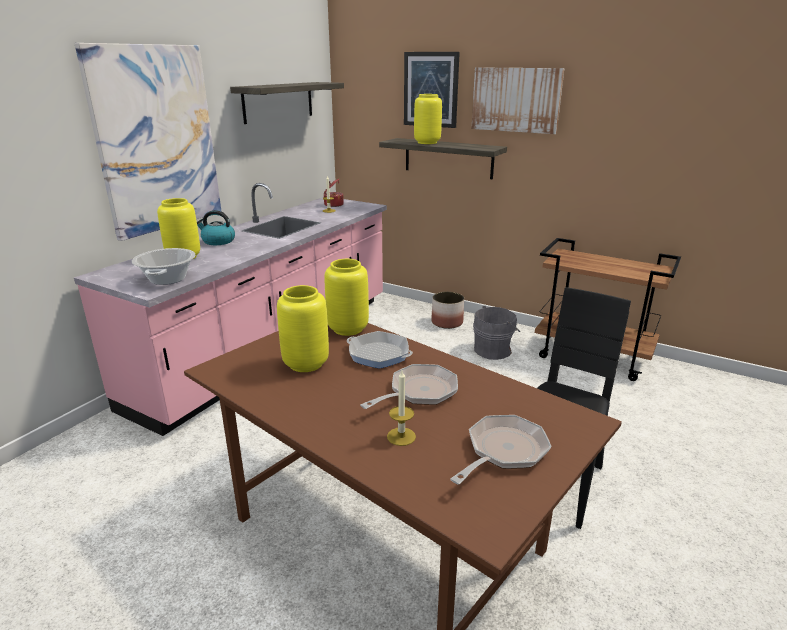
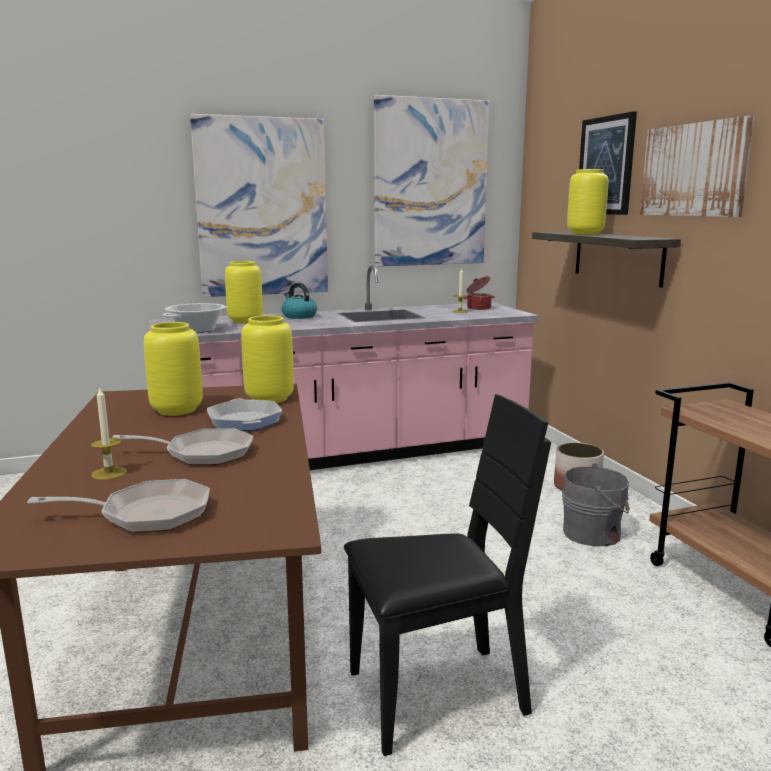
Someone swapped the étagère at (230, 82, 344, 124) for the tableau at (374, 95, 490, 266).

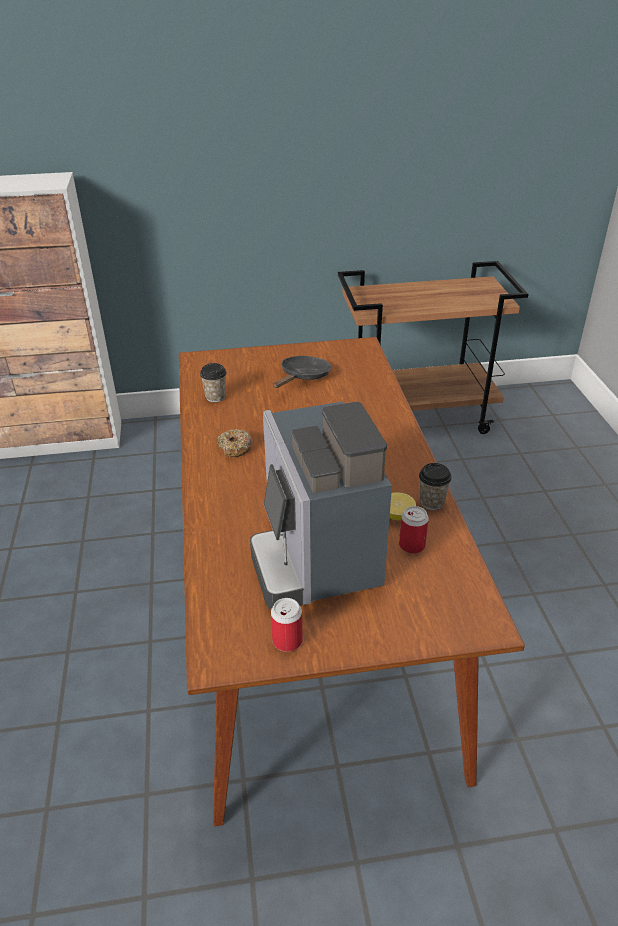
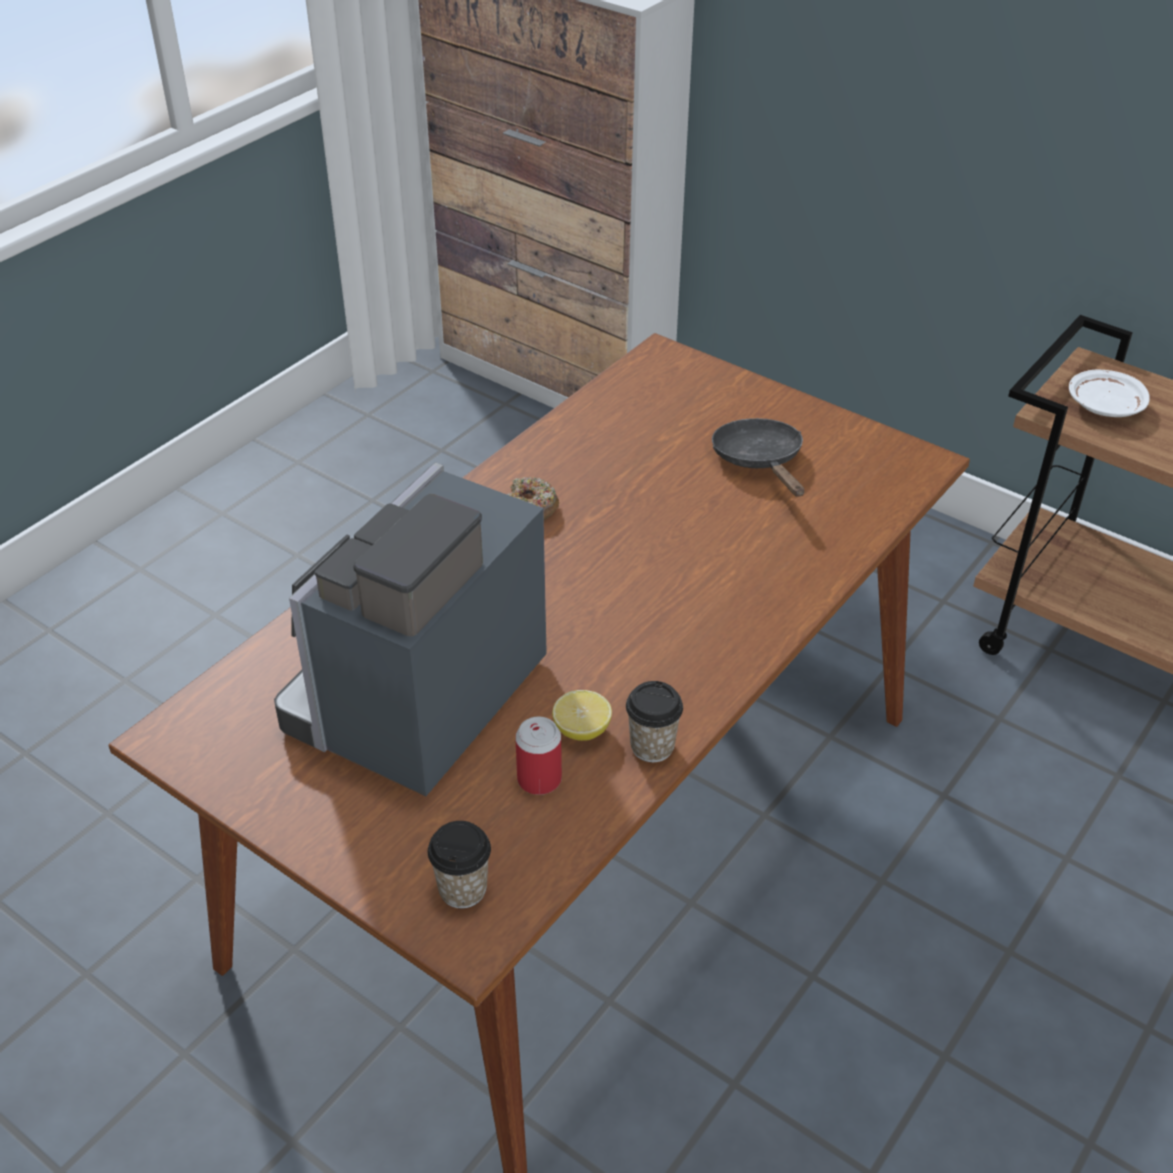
Someone carried the tasse from (200, 363, 227, 402) to (428, 821, 491, 909). Someone took away the boîte métallique at (271, 598, 303, 652). Someone rotated the poêle/noir at (273, 356, 331, 388) by 90 degrees counterclockwise. Someone put down the assiette/blanc at (1069, 369, 1150, 417).

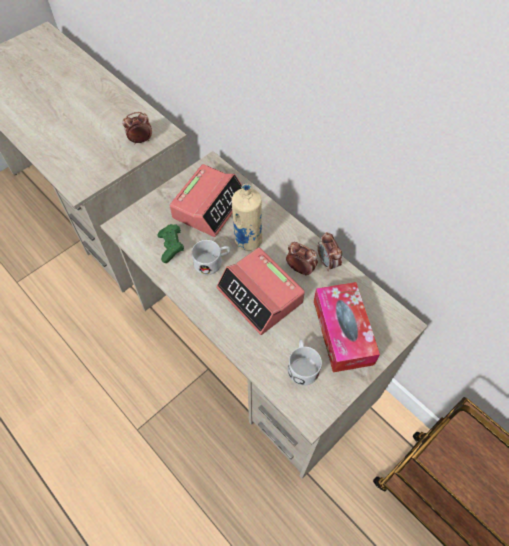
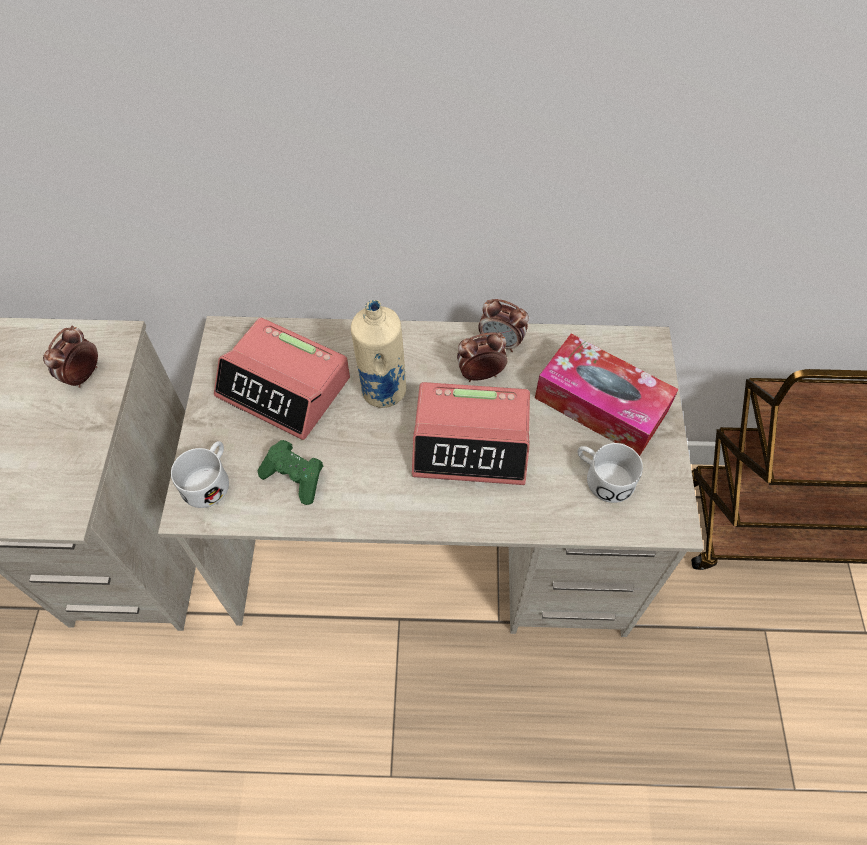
Someone rotated the réveil at (170, 164, 242, 237) by 135 degrees clockwise. Someone carried the mug/blanc from (192, 240, 230, 275) to (171, 441, 229, 508).

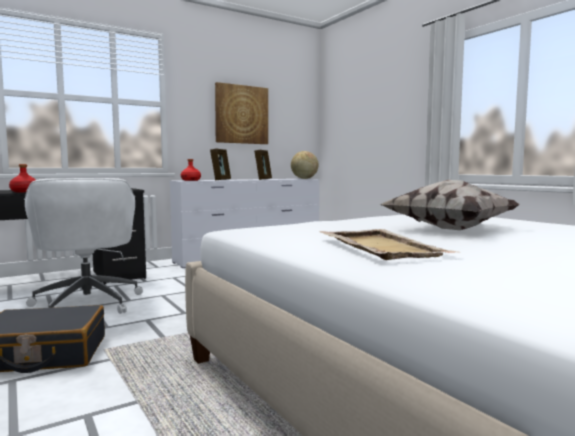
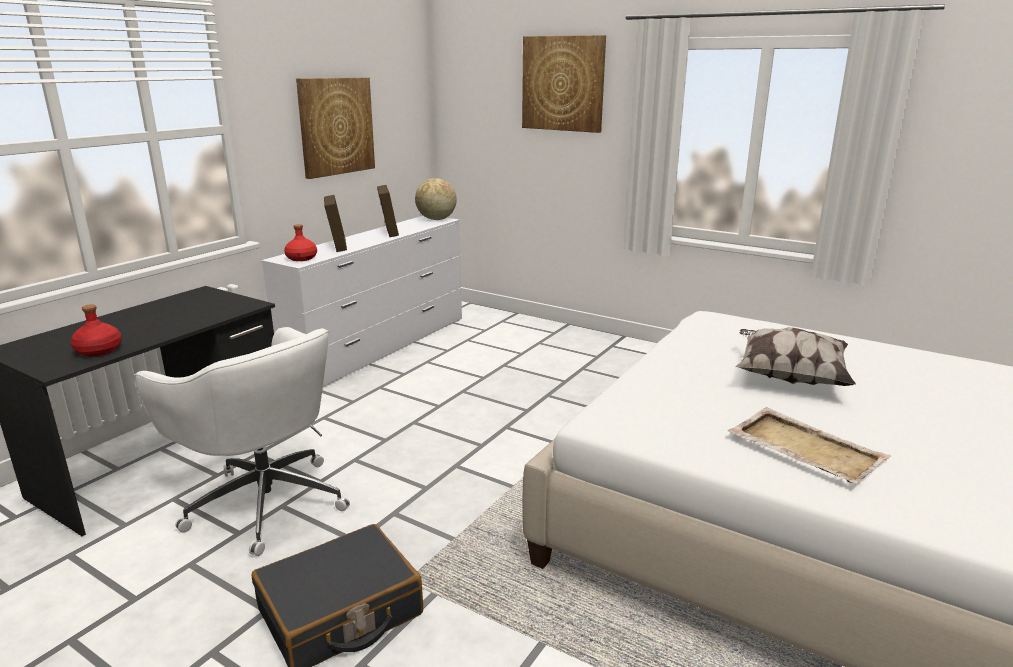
Someone put up the tableau at (522, 35, 606, 133).

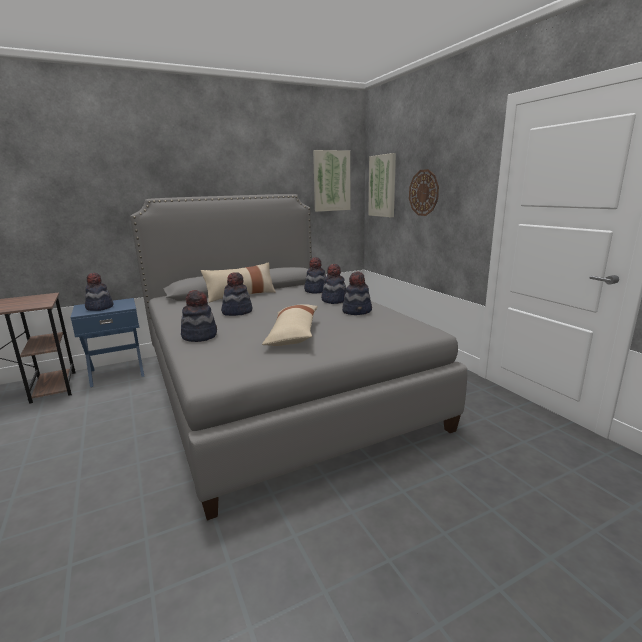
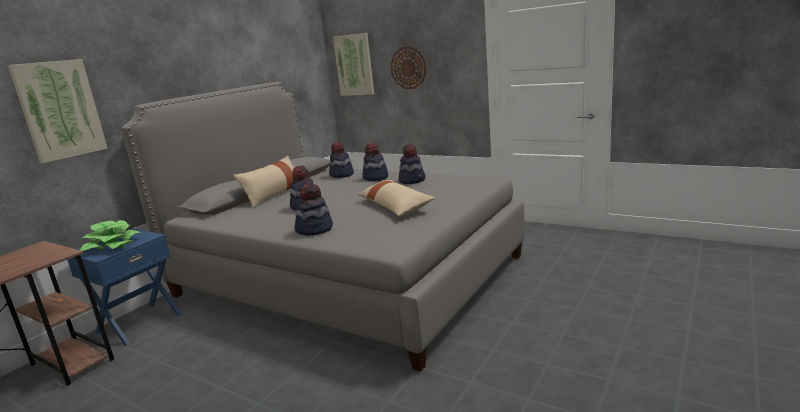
Someone swapped the chapeau at (85, 273, 114, 311) for the plante en pot at (80, 220, 141, 251). Someone carried the tableau from (313, 150, 350, 212) to (8, 59, 108, 163).

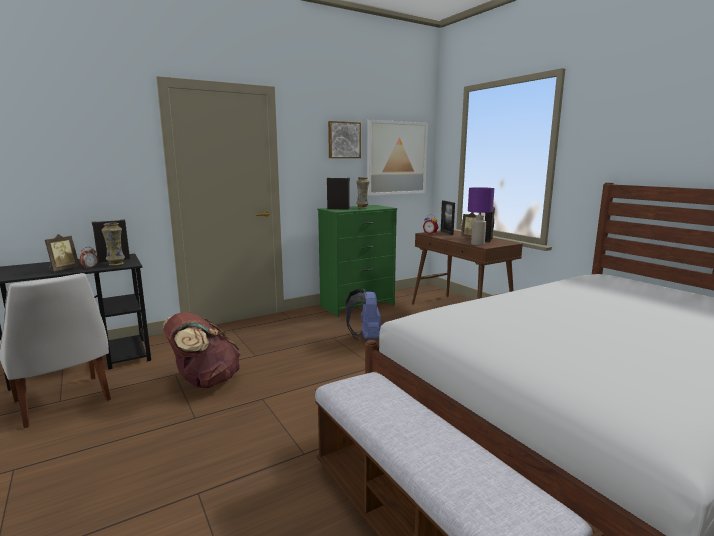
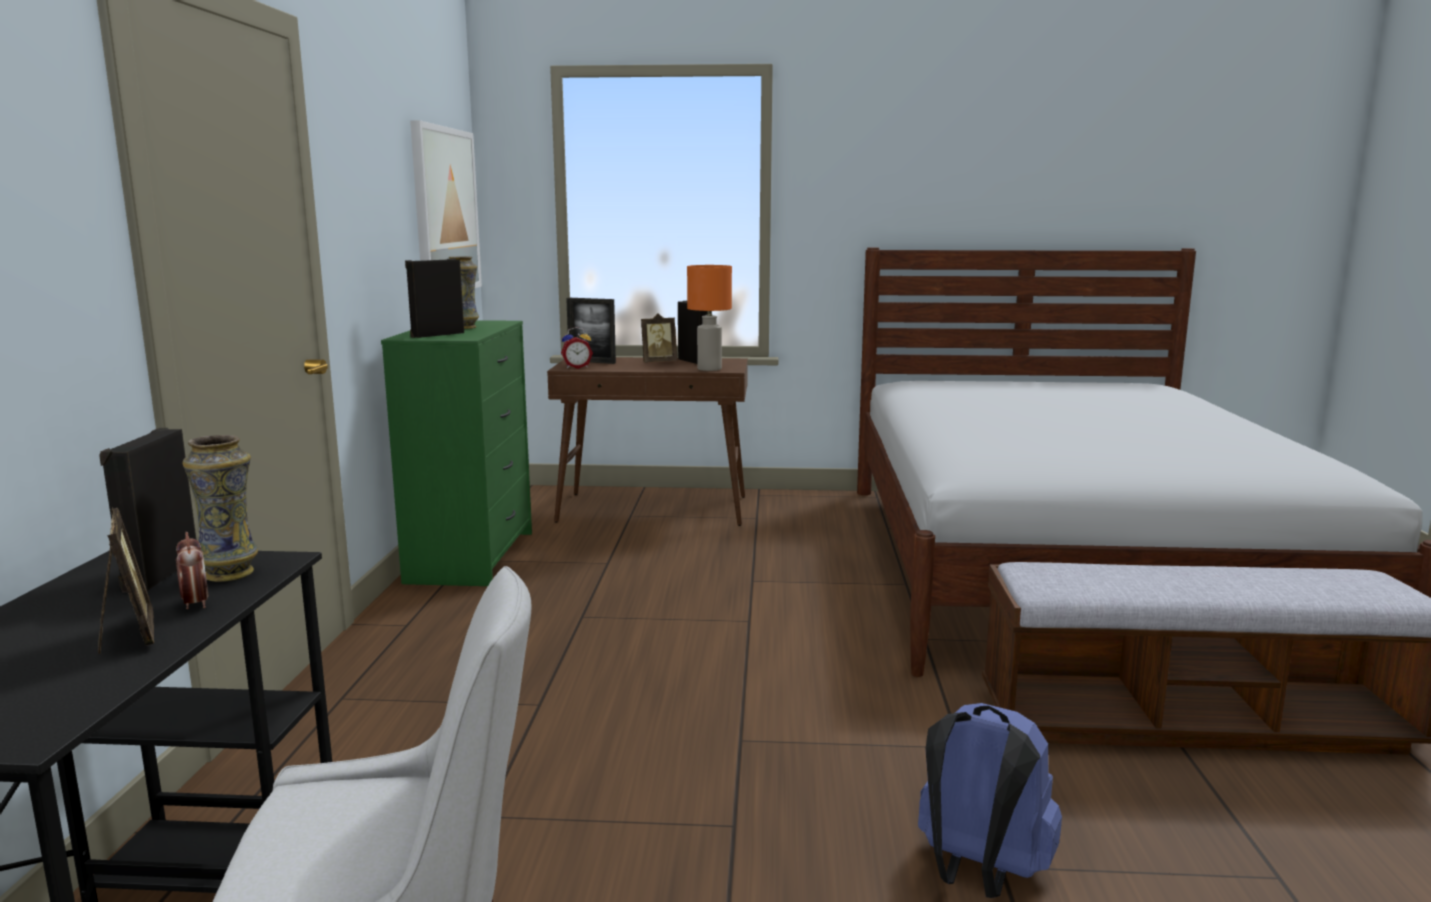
Someone took away the sac à dos/marron at (163, 312, 241, 388). Someone took away the tableau at (328, 121, 361, 158). Someone carried the sac à dos/bleu from (346, 289, 381, 341) to (918, 703, 1062, 898). Someone repainted the lampe de table/violet at (468, 187, 494, 245), which became the lampe de table/orange at (687, 265, 732, 371).

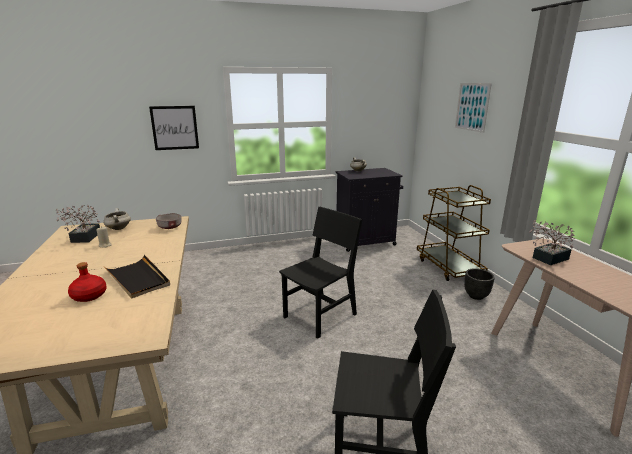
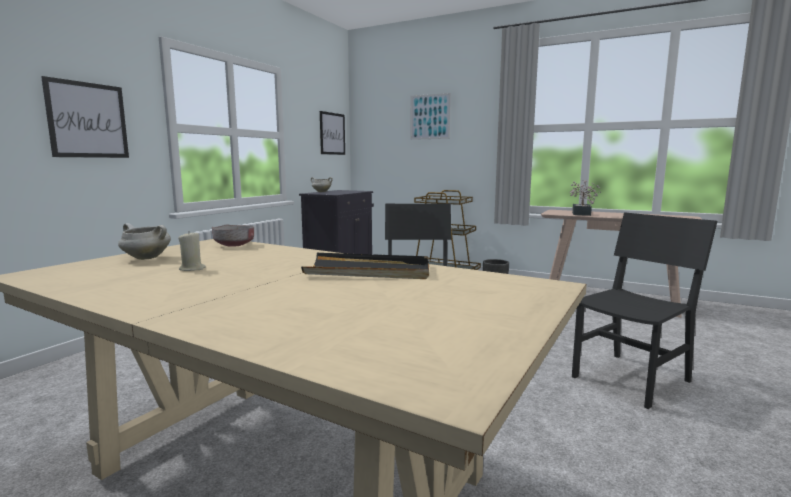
Someone took away the plante en pot at (56, 205, 100, 243). Someone took away the bouteille/rouge at (68, 262, 107, 302). Someone put up the tableau at (320, 111, 345, 155).

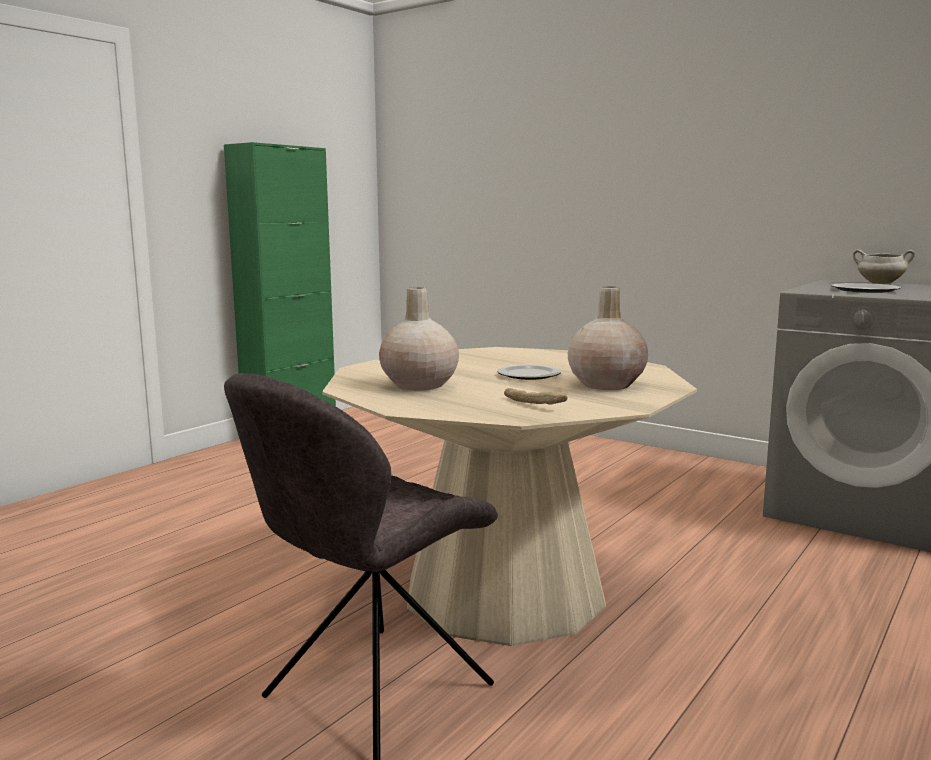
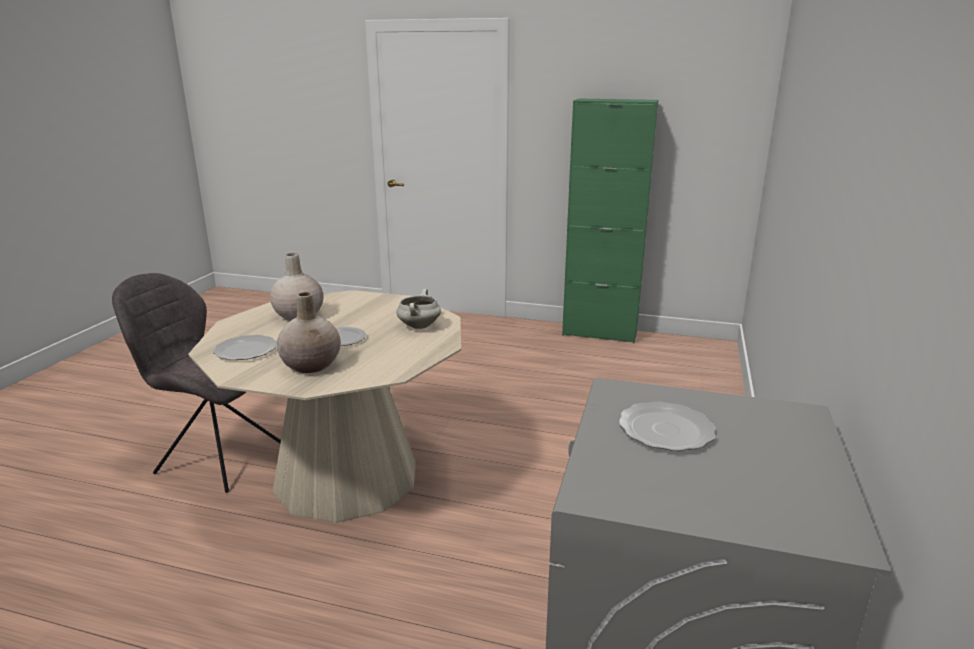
Someone swapped the pain at (504, 388, 567, 405) for the assiette at (213, 335, 277, 360). Someone carried the marmite/blanc from (853, 250, 915, 284) to (396, 289, 441, 329).

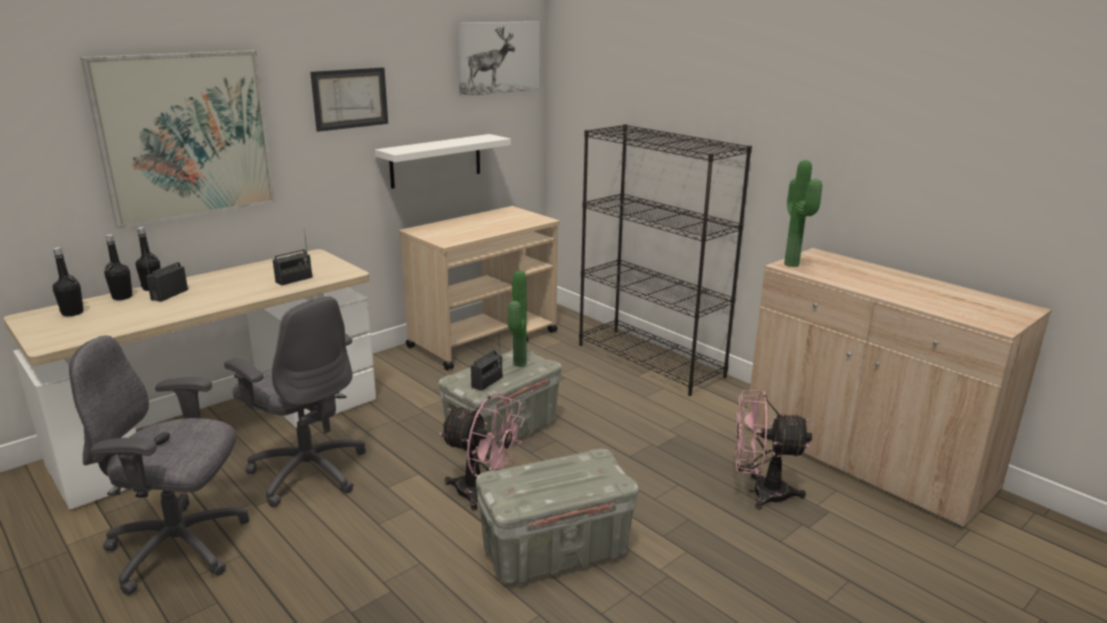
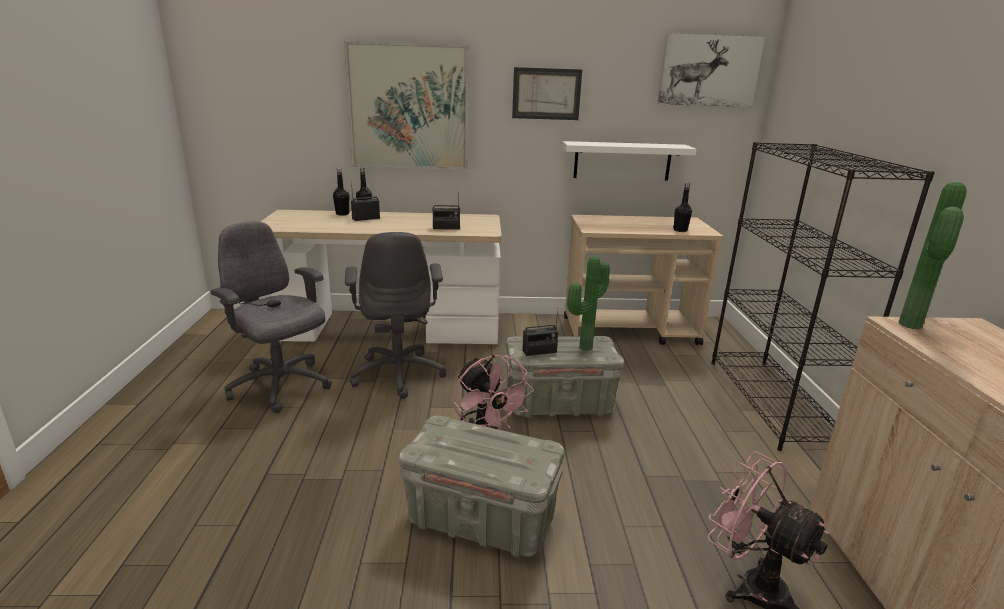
Someone carried the bouteille/noir from (53, 247, 84, 316) to (673, 183, 692, 232).

